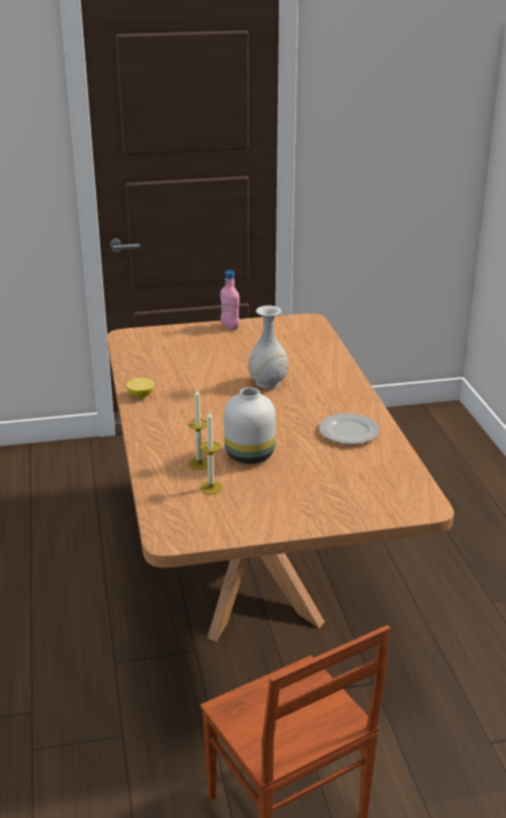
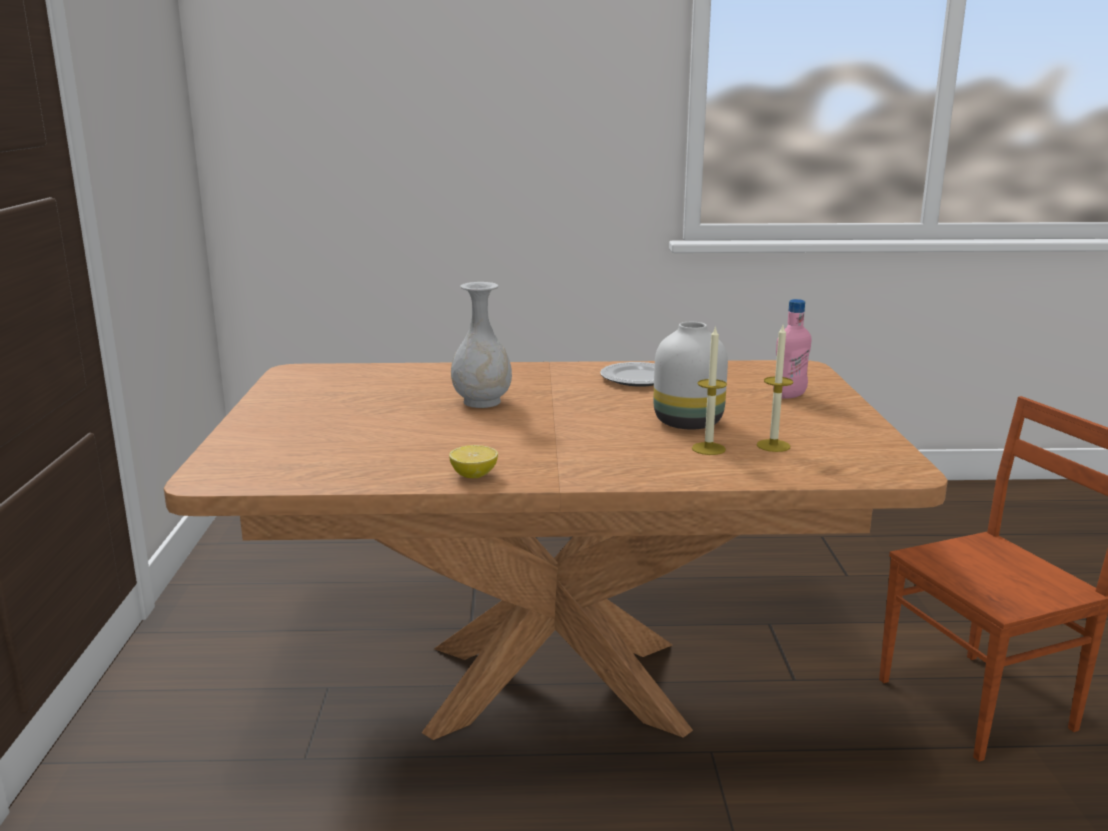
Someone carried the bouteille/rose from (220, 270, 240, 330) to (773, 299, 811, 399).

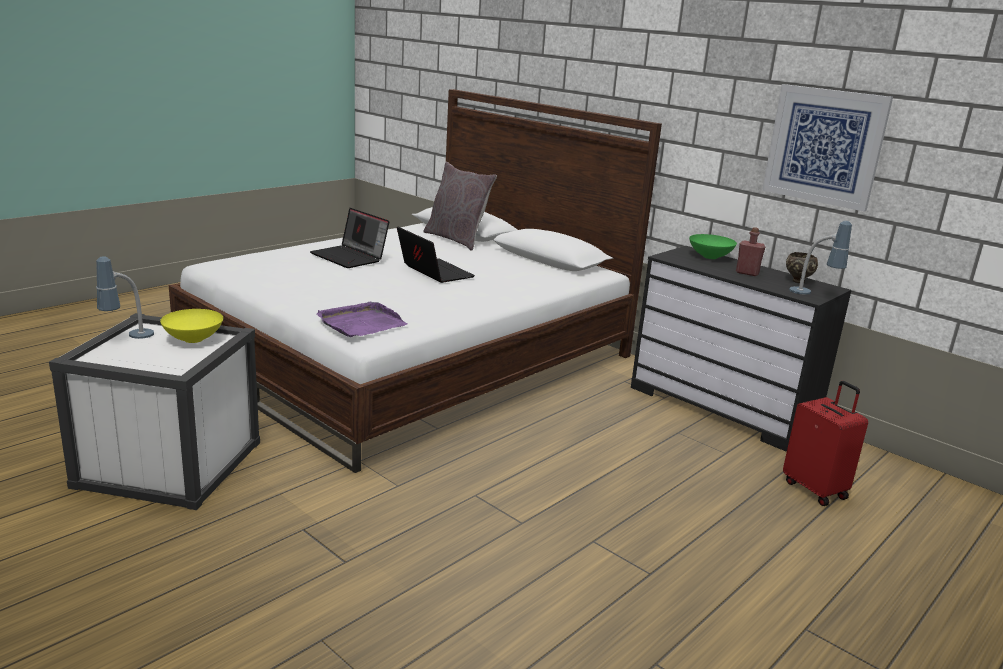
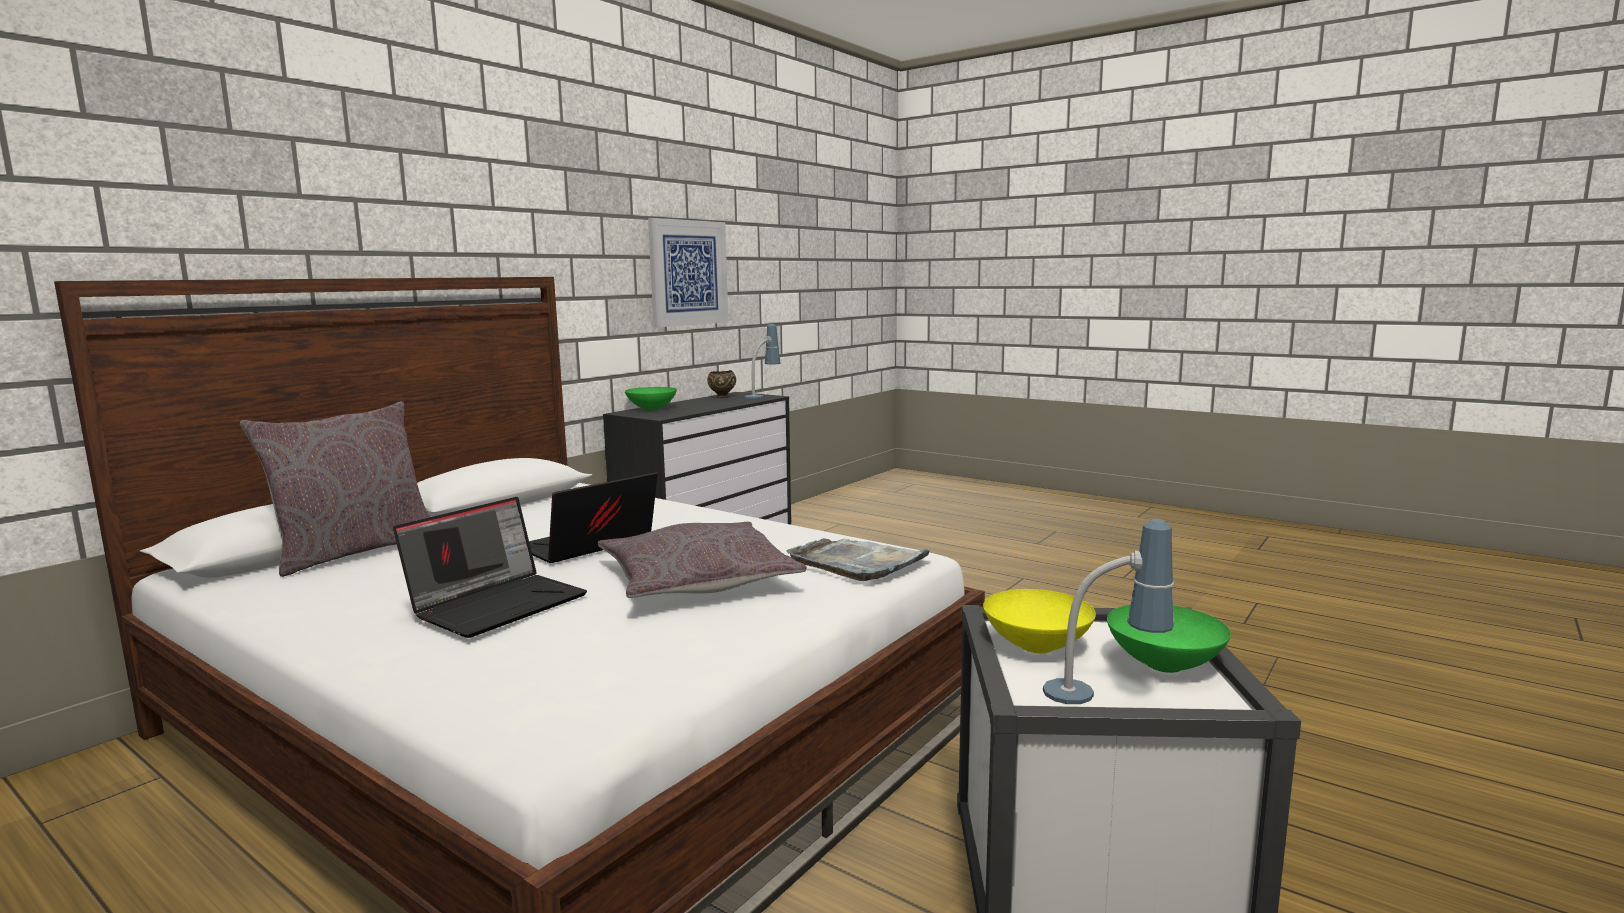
Someone repainted the plateau/violet at (317, 302, 408, 337), which became the plateau/gris at (786, 538, 932, 581). Someone took away the bouteille/rouge at (736, 227, 766, 276). Someone took away the valise/rouge at (783, 381, 868, 506). Someone put down the coussin/gris at (598, 522, 807, 598). Someone put down the bol/vert at (1107, 605, 1231, 673).

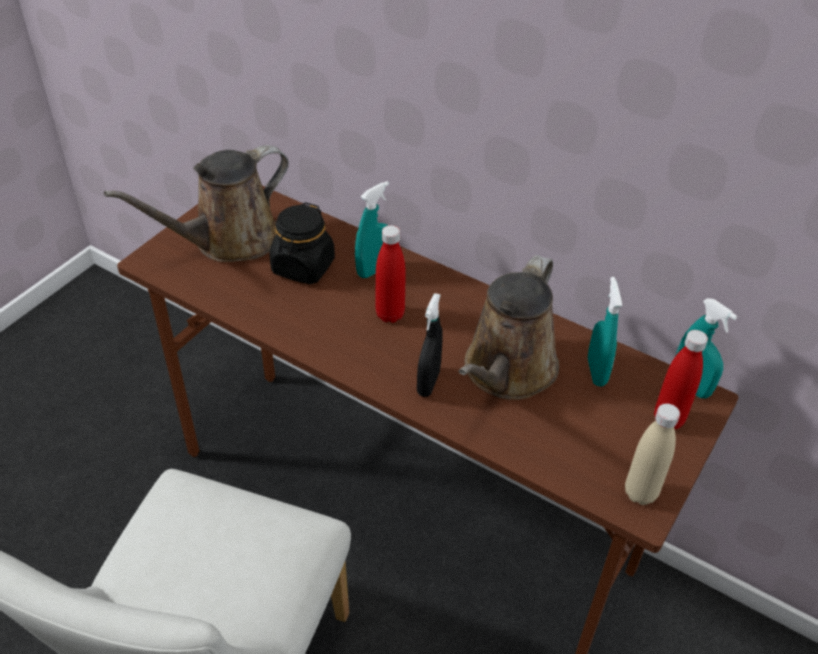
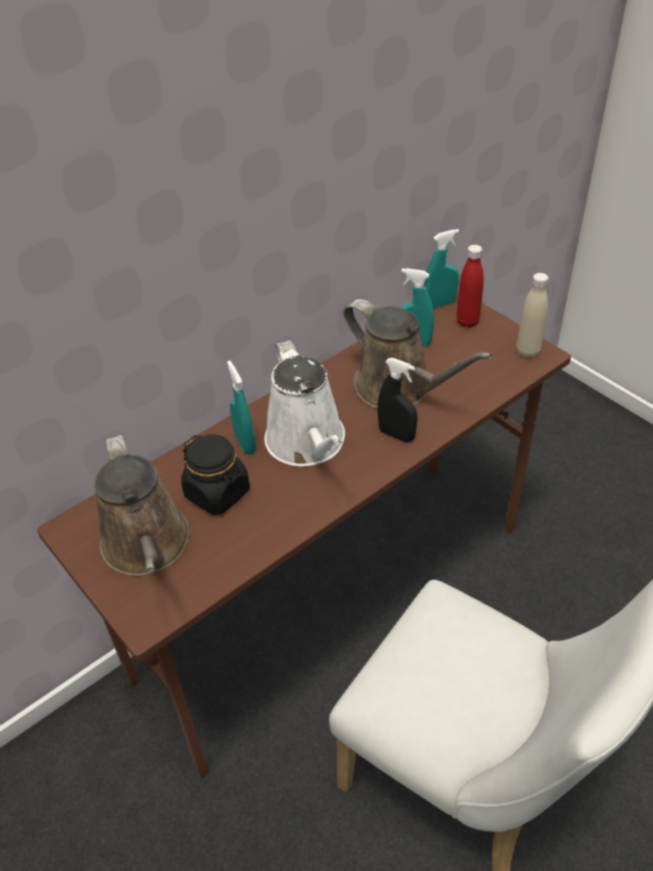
Someone swapped the bouteille/rouge at (376, 225, 406, 323) for the arrosoir/blanc at (265, 340, 345, 467).

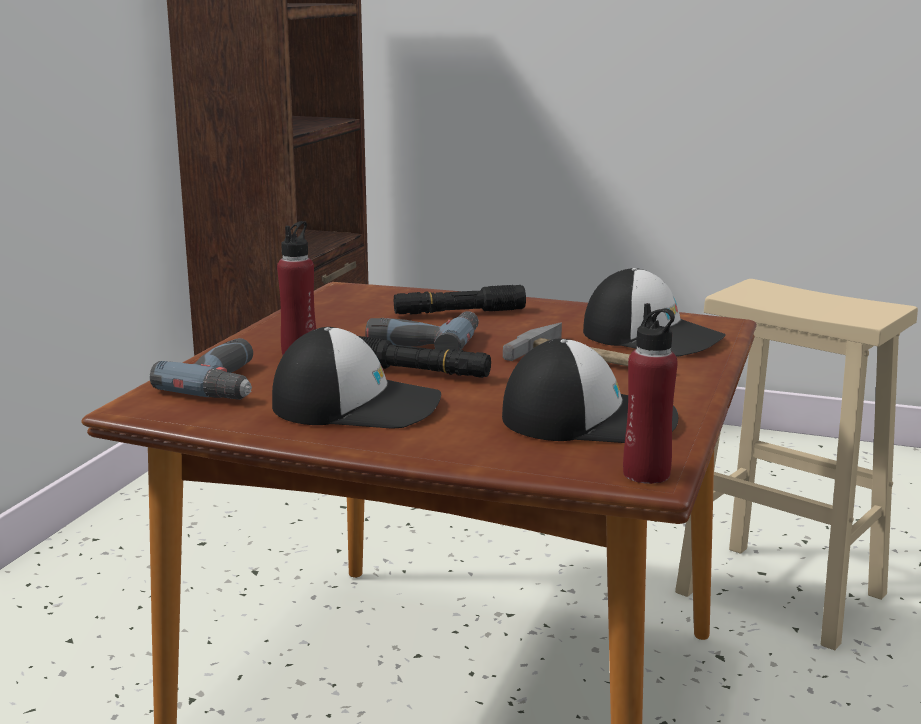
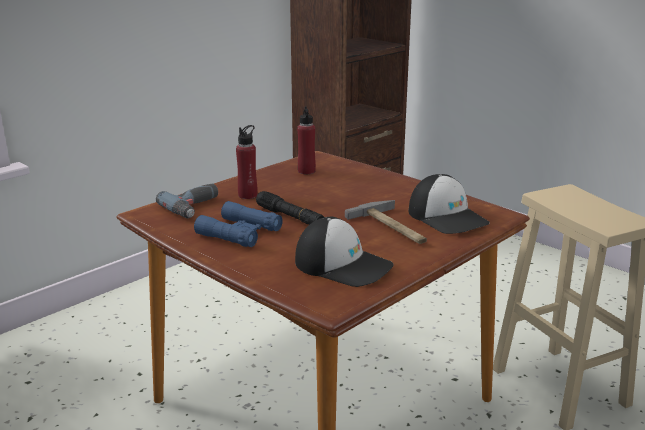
Someone swapped the casquette at (272, 327, 441, 428) for the jumelles/bleu at (194, 201, 283, 247). Someone took away the perceuse at (365, 311, 479, 351). Someone took away the lampe de poche/noir at (394, 285, 526, 314). Someone carried the bouteille/rouge from (623, 303, 678, 484) to (297, 106, 316, 174).

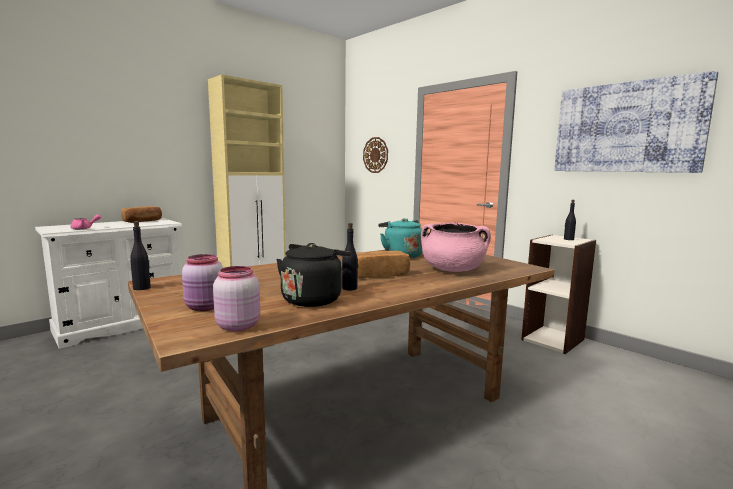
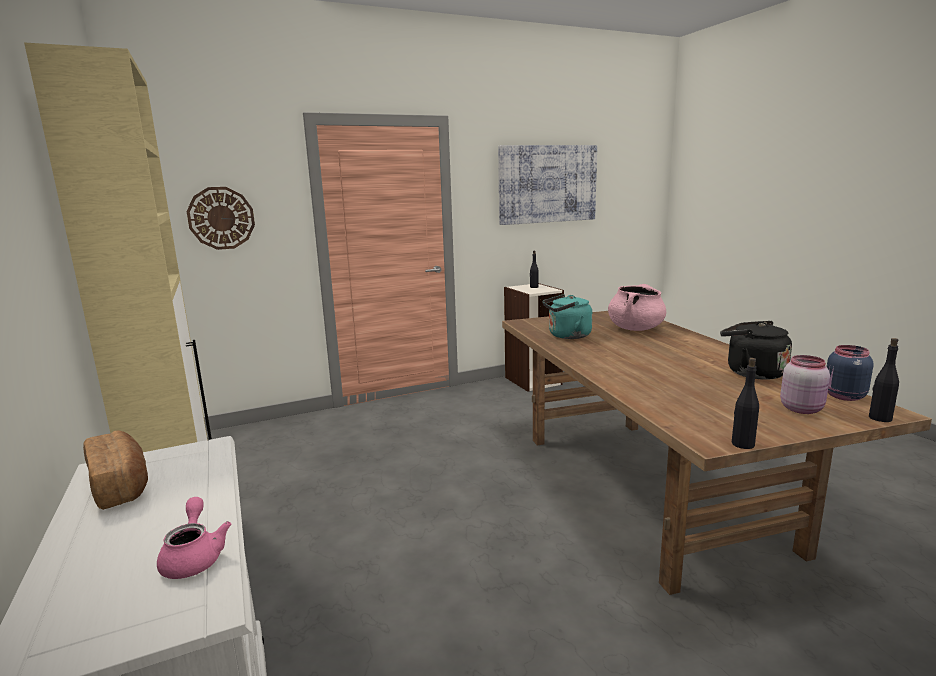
Someone repainted the bocal/rose at (213, 266, 260, 332), which became the bocal/bleu at (827, 345, 874, 401). Someone carried the bouteille/noir from (342, 223, 358, 291) to (869, 338, 899, 422). Someone took away the pain at (356, 251, 410, 278).

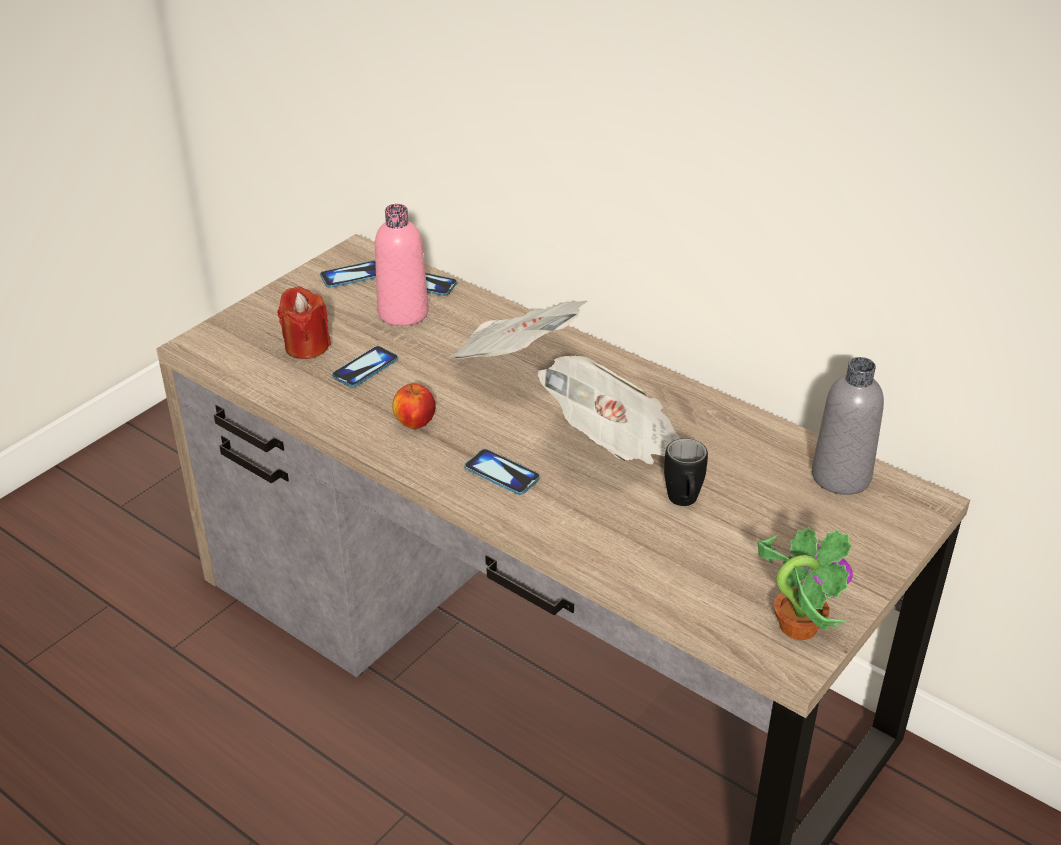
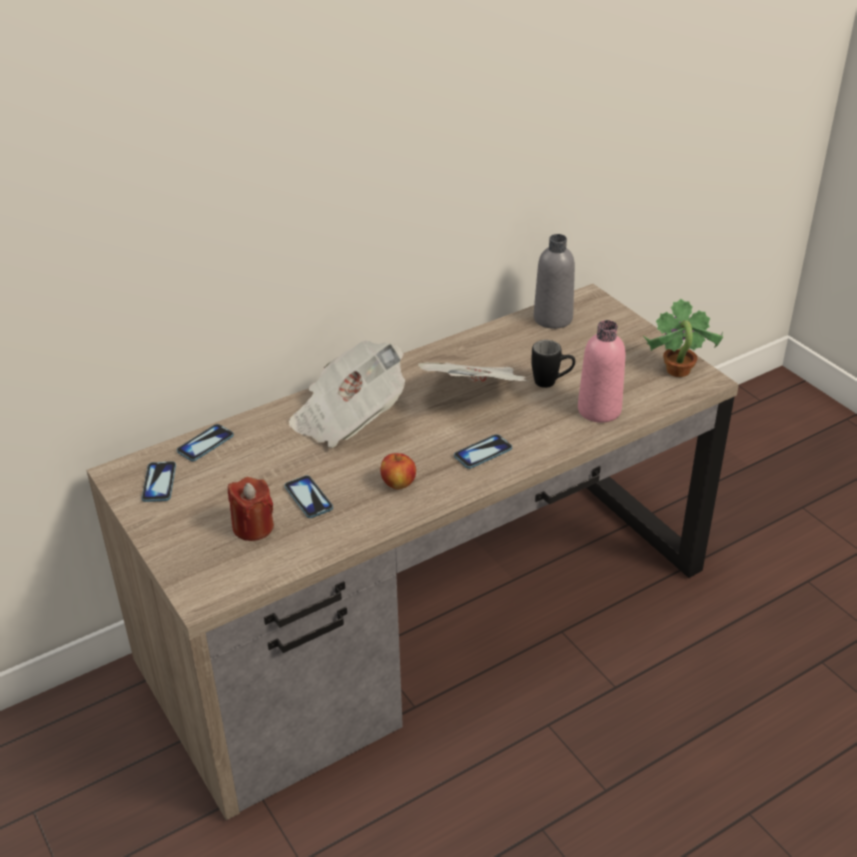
Someone carried the bouteille/rose from (375, 204, 429, 326) to (578, 320, 626, 423).

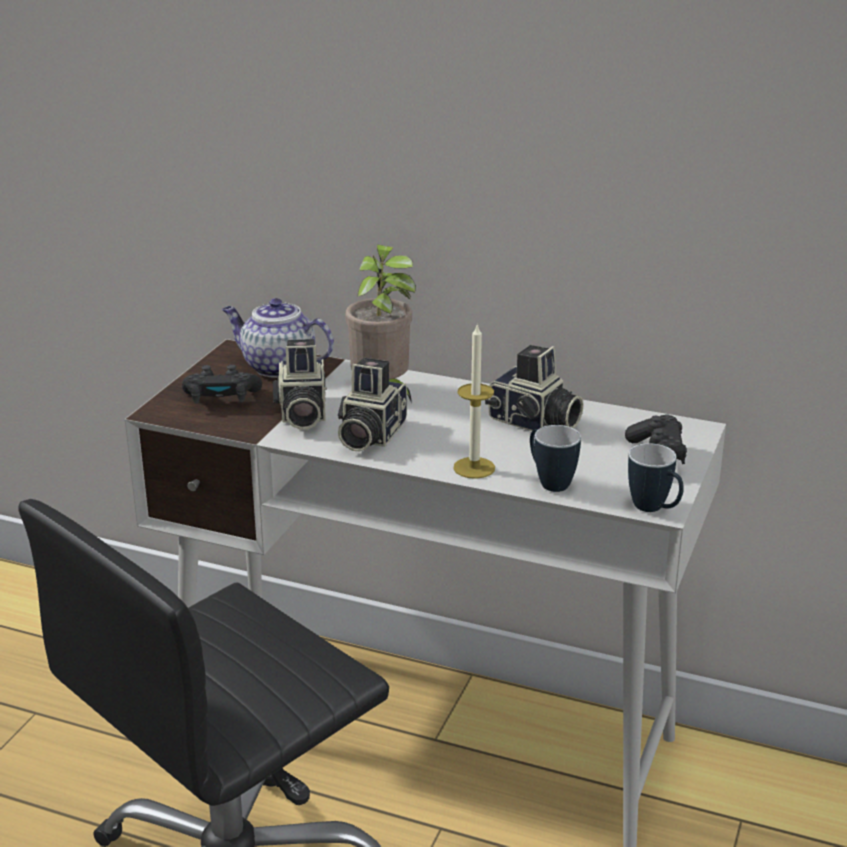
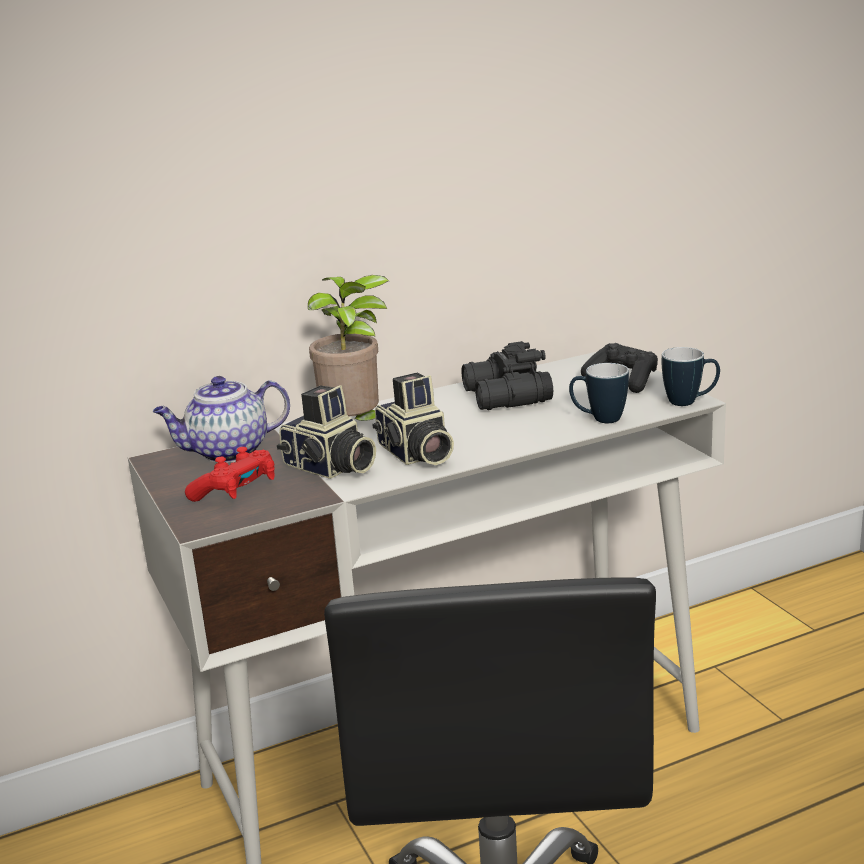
Someone repainted the manette/noir at (182, 364, 262, 404), which became the manette/rouge at (185, 447, 274, 502). Someone took away the bougie at (453, 323, 495, 479). Someone swapped the appareil photo at (485, 345, 584, 431) for the jumelles/noir at (461, 341, 553, 410).

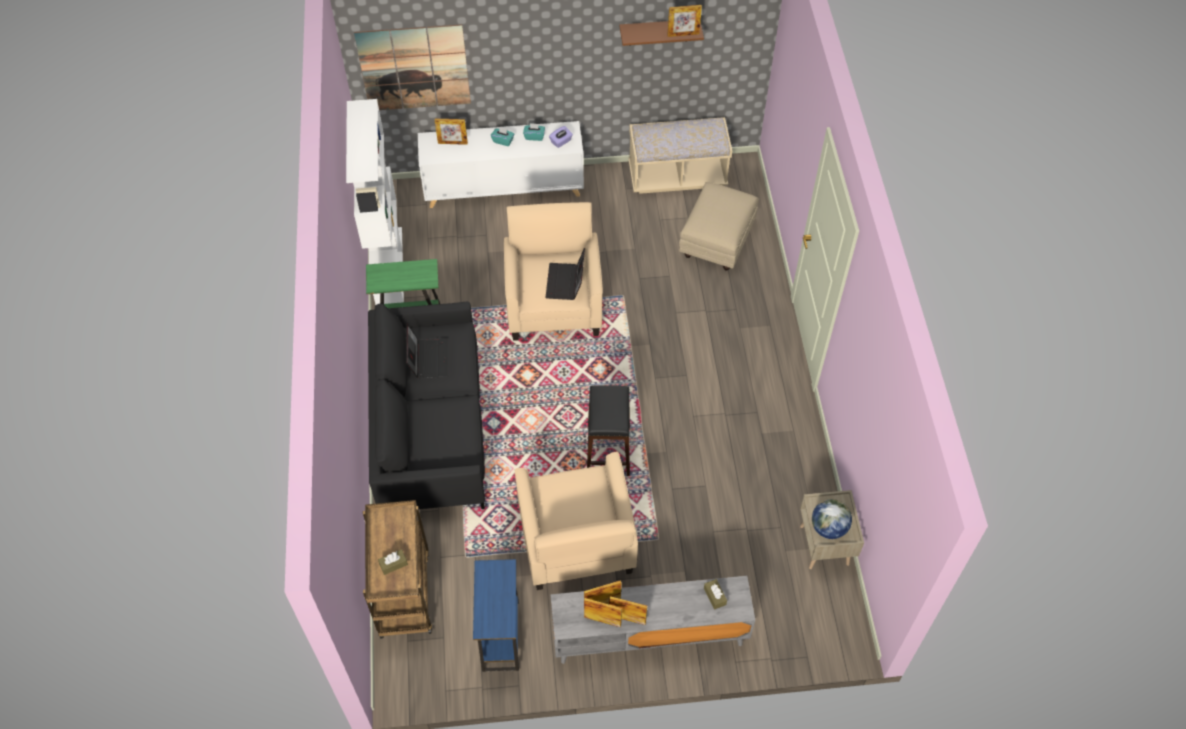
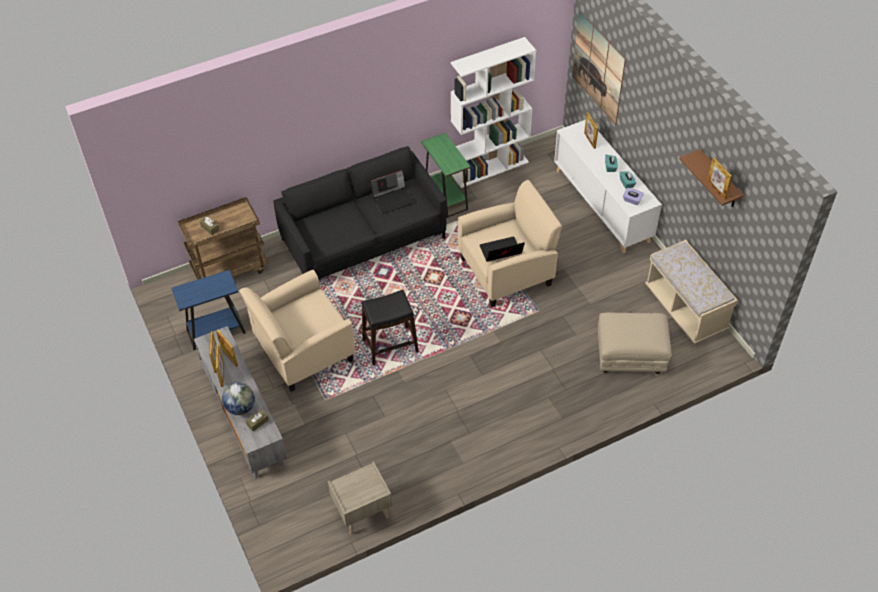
Someone carried the globe from (812, 499, 852, 539) to (222, 383, 255, 415).

